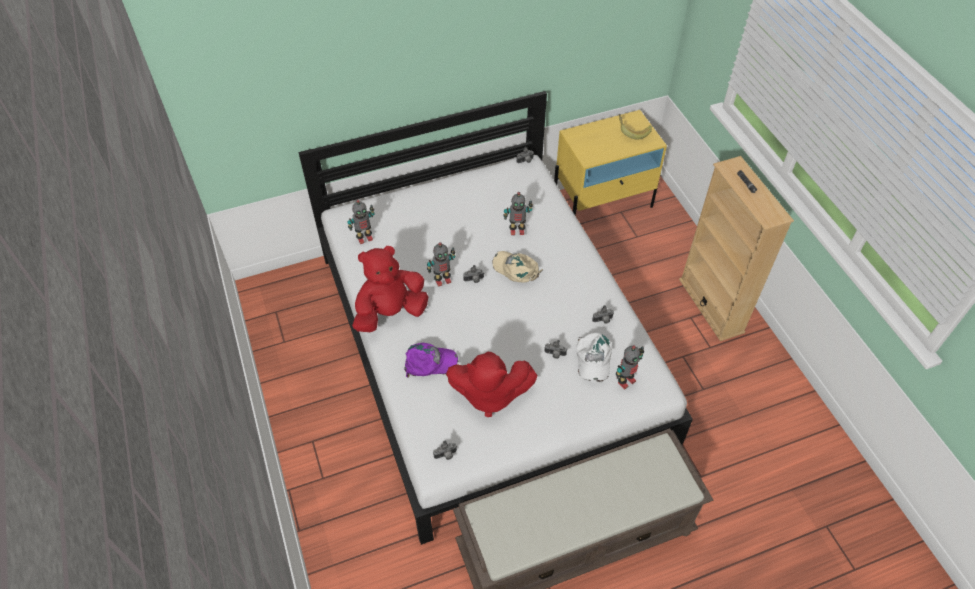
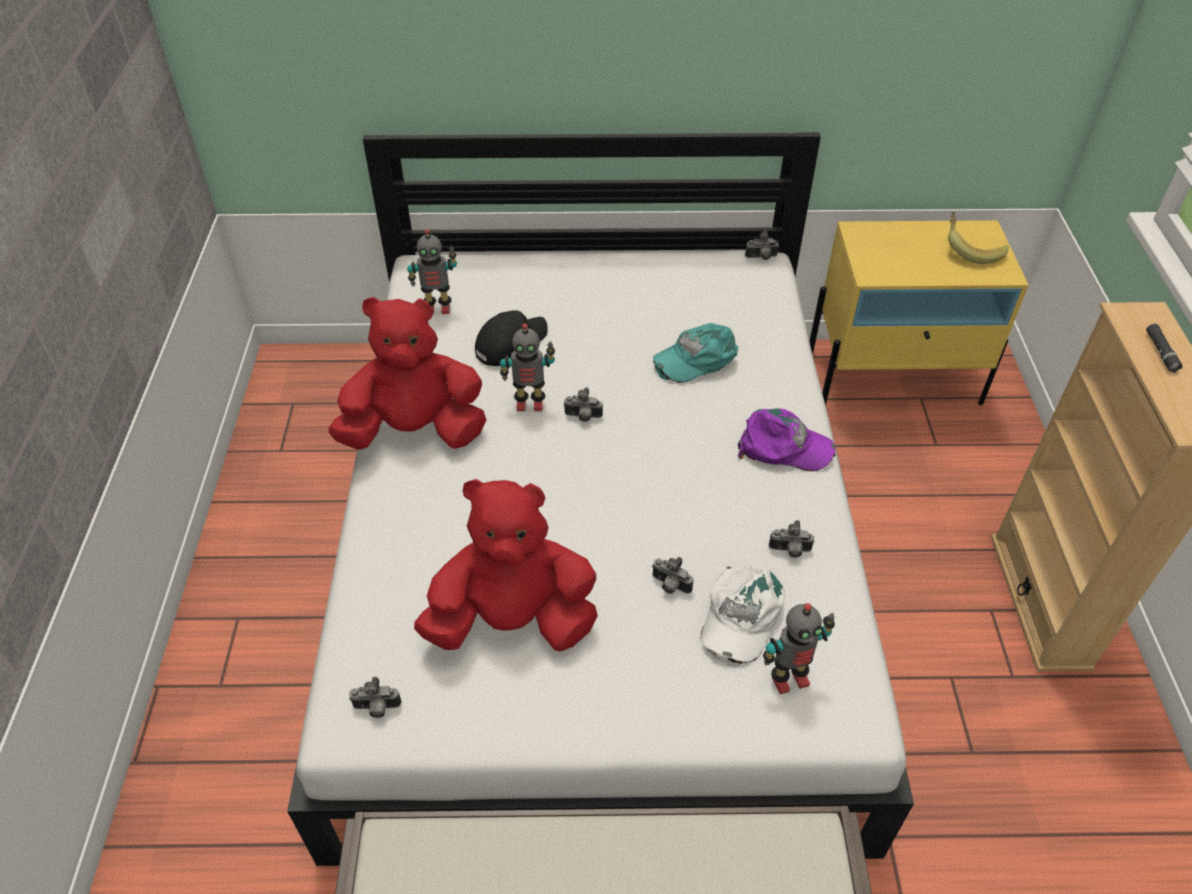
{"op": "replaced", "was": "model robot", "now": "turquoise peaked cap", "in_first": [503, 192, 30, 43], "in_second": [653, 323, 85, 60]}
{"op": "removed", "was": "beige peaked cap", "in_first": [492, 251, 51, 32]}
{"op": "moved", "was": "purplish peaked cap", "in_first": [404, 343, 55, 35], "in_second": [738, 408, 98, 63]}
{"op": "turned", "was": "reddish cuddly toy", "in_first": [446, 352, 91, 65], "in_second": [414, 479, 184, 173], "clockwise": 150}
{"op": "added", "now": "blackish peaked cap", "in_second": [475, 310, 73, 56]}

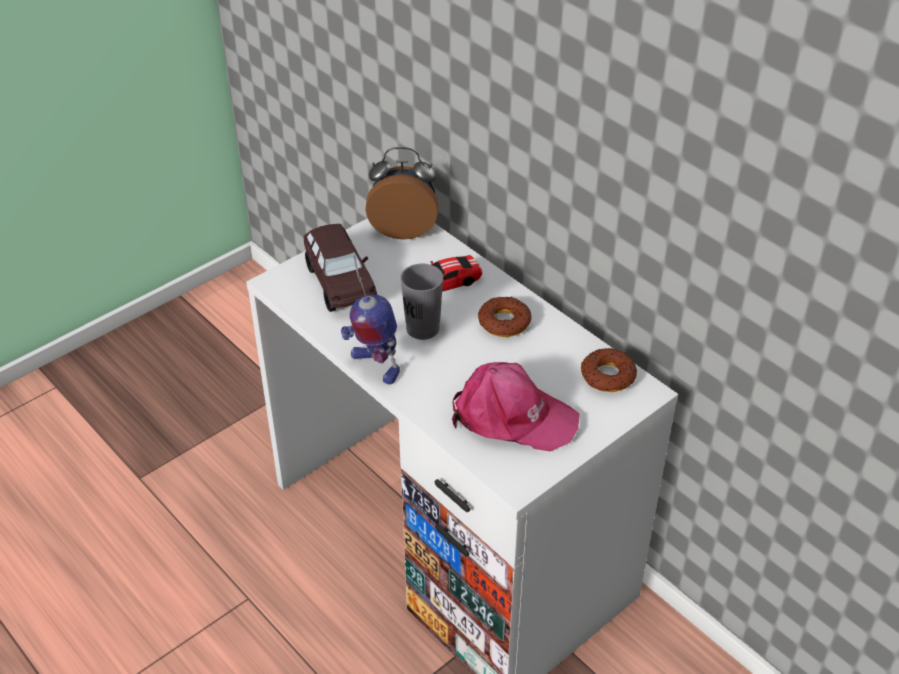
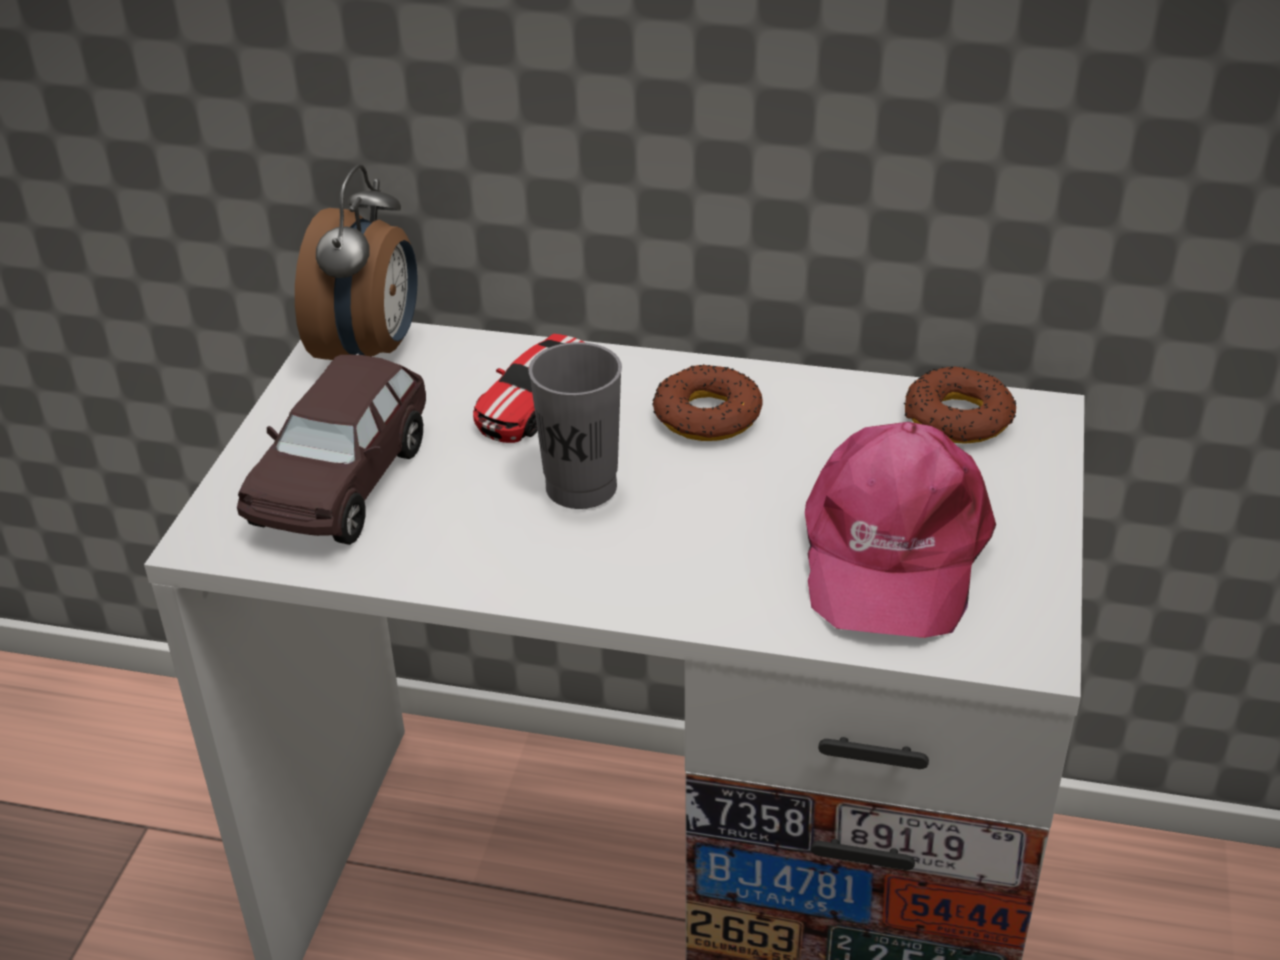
{"op": "turned", "was": "table clock", "in_first": [365, 147, 73, 93], "in_second": [295, 165, 123, 195], "clockwise": 135}
{"op": "turned", "was": "brown model car", "in_first": [304, 224, 73, 88], "in_second": [237, 355, 189, 190], "clockwise": 75}
{"op": "removed", "was": "model robot", "in_first": [341, 255, 59, 129]}
{"op": "turned", "was": "pink-coloured peaked cap", "in_first": [452, 362, 128, 89], "in_second": [805, 422, 191, 216], "clockwise": 120}

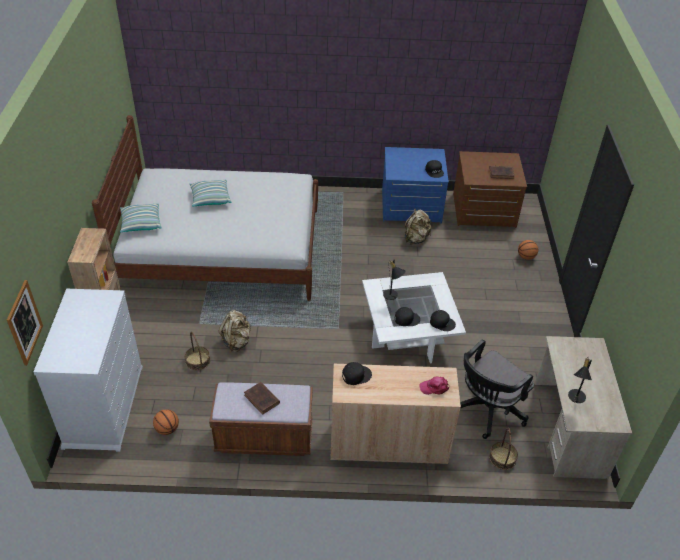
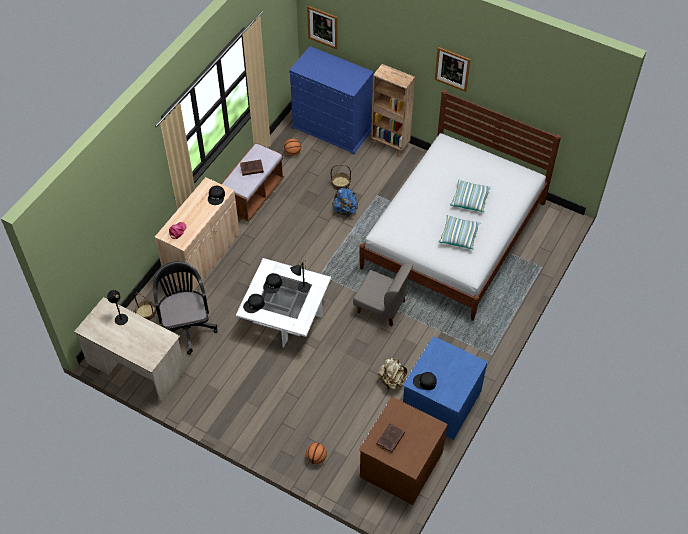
{"op": "moved", "was": "throw pillow", "in_first": [120, 203, 42, 29], "in_second": [438, 215, 42, 34]}
{"op": "recoloured", "was": "white-coloured drawer chest", "now": "bluish drawer chest", "in_first": [34, 289, 109, 163], "in_second": [289, 46, 85, 109]}
{"op": "recoloured", "was": "beige rucksack", "now": "bluish rucksack", "in_first": [219, 310, 32, 42], "in_second": [332, 185, 26, 32]}
{"op": "added", "now": "wall art", "in_second": [435, 47, 36, 45]}
{"op": "added", "now": "gray chair", "in_second": [353, 262, 60, 64]}

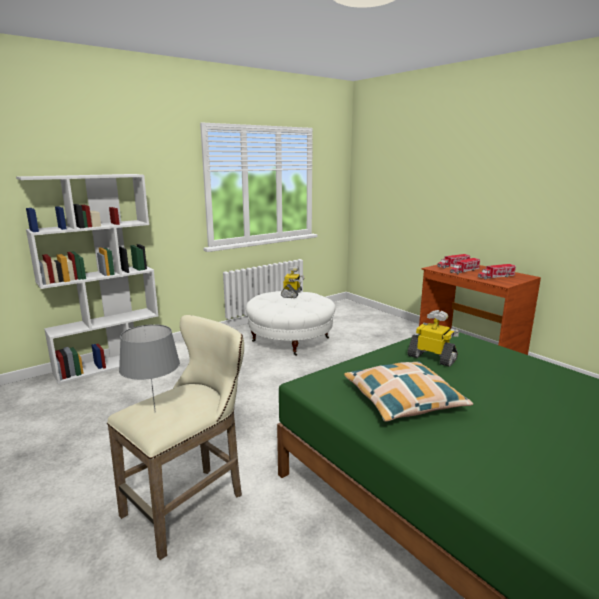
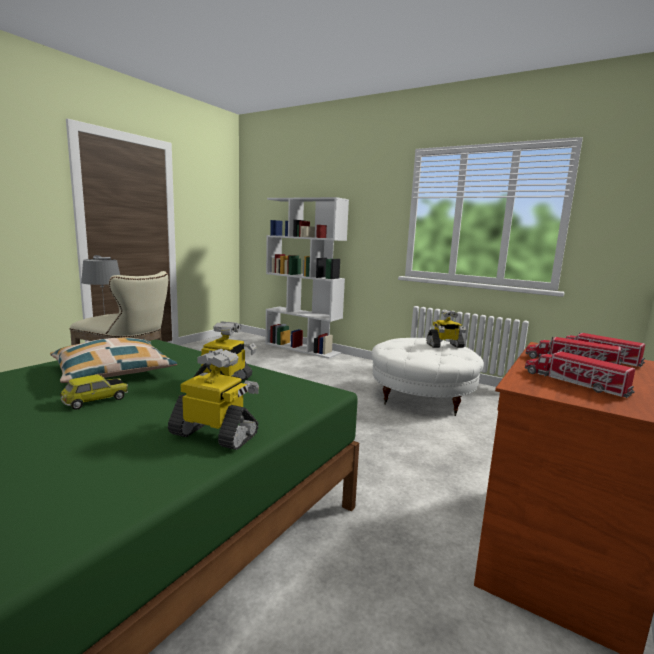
{"op": "added", "now": "model robot", "in_second": [168, 349, 91, 101]}
{"op": "added", "now": "model car", "in_second": [60, 375, 68, 35]}

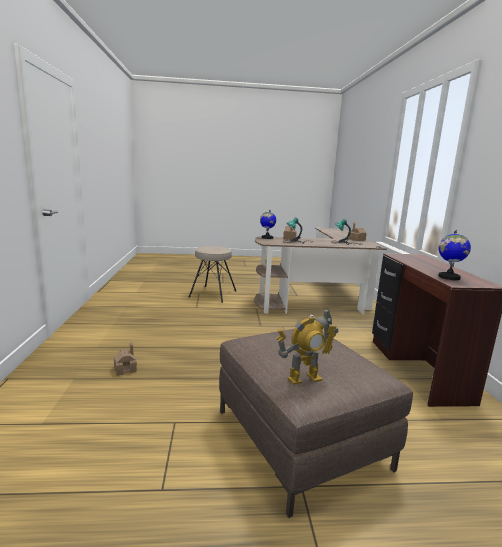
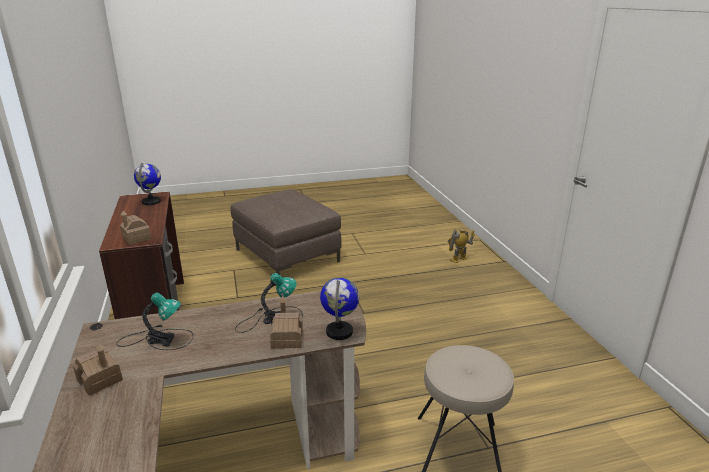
{"op": "moved", "was": "model robot", "in_first": [276, 308, 63, 77], "in_second": [448, 229, 27, 34]}
{"op": "moved", "was": "model house", "in_first": [114, 341, 23, 35], "in_second": [120, 211, 32, 34]}

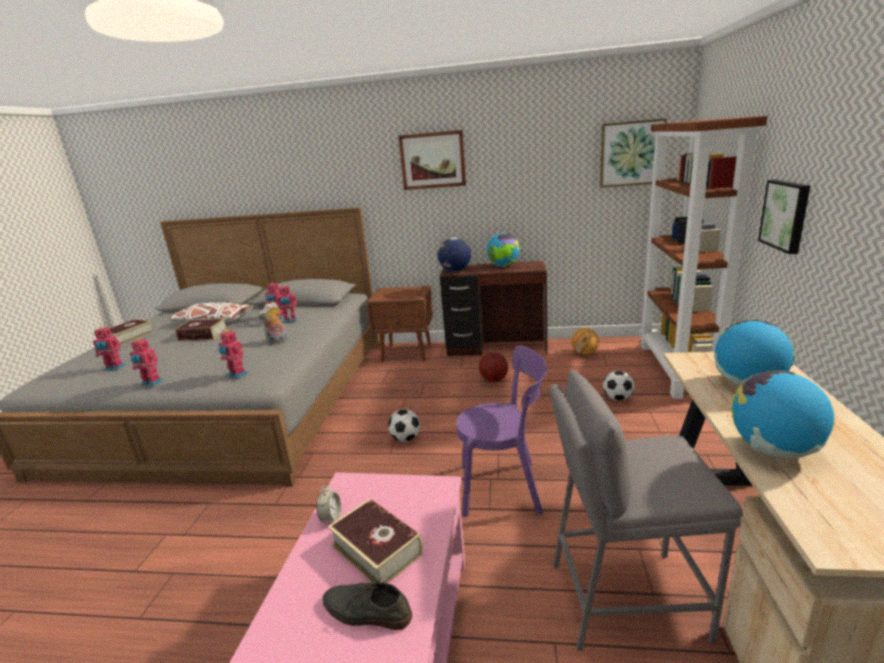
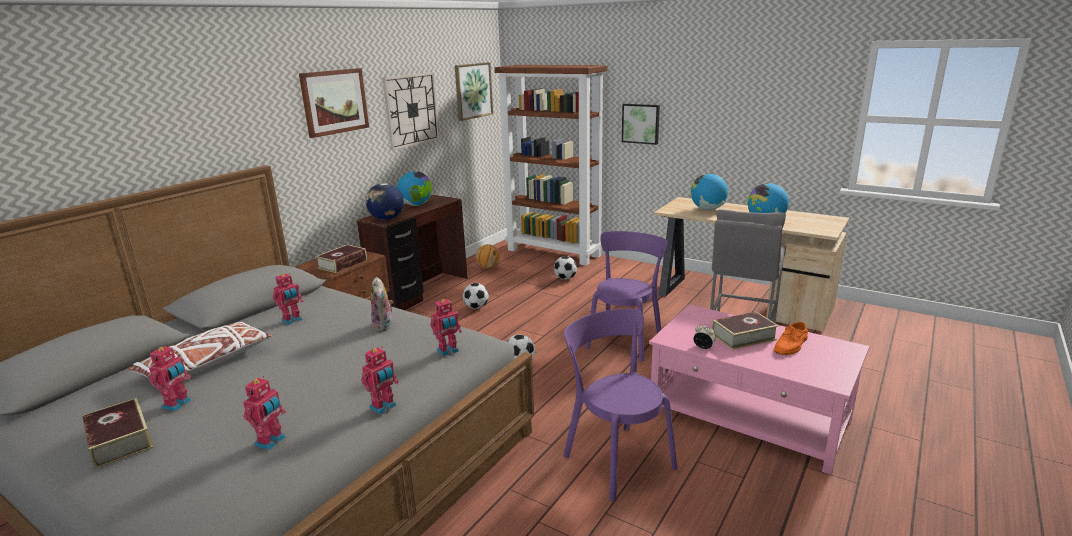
{"op": "moved", "was": "model robot", "in_first": [276, 285, 21, 38], "in_second": [149, 344, 42, 67]}
{"op": "moved", "was": "book", "in_first": [175, 318, 53, 23], "in_second": [315, 245, 52, 28]}
{"op": "replaced", "was": "ball for basketball", "now": "football", "in_first": [479, 352, 29, 30], "in_second": [463, 283, 26, 26]}
{"op": "recoloured", "was": "gray low shoe", "now": "orangey low shoe", "in_first": [322, 578, 90, 52], "in_second": [773, 322, 35, 33]}
{"op": "added", "now": "wall clock", "in_second": [382, 72, 58, 79]}
{"op": "added", "now": "purplish chair", "in_second": [563, 309, 114, 193]}

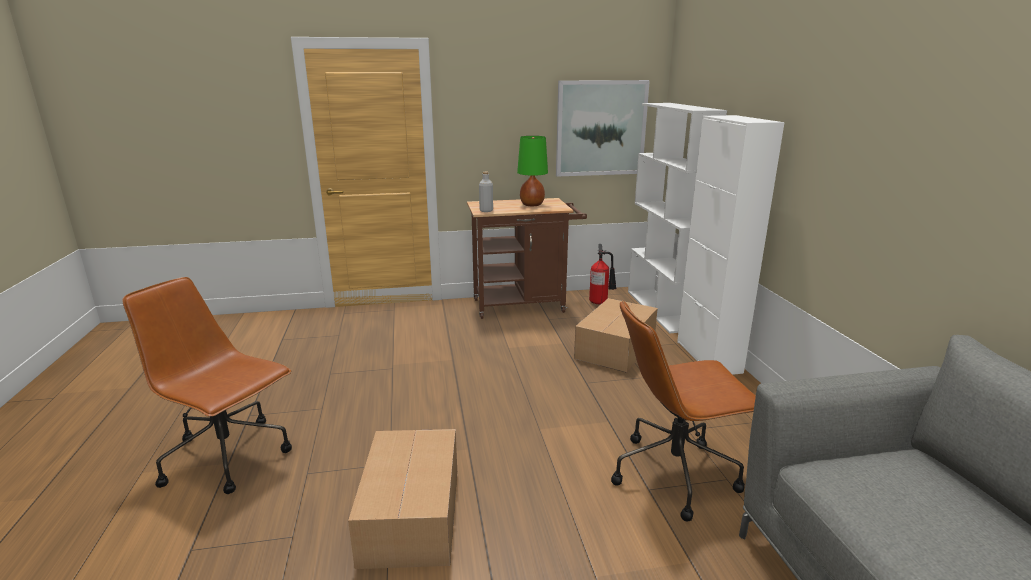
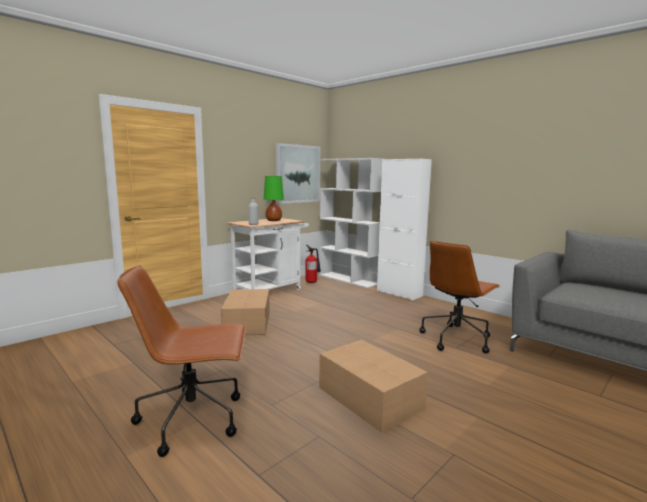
{"op": "recoloured", "was": "brown wheeled cart", "now": "white-coloured wheeled cart", "in_first": [467, 198, 120, 121], "in_second": [227, 218, 82, 72]}
{"op": "moved", "was": "packing box", "in_first": [574, 298, 84, 75], "in_second": [221, 289, 49, 46]}

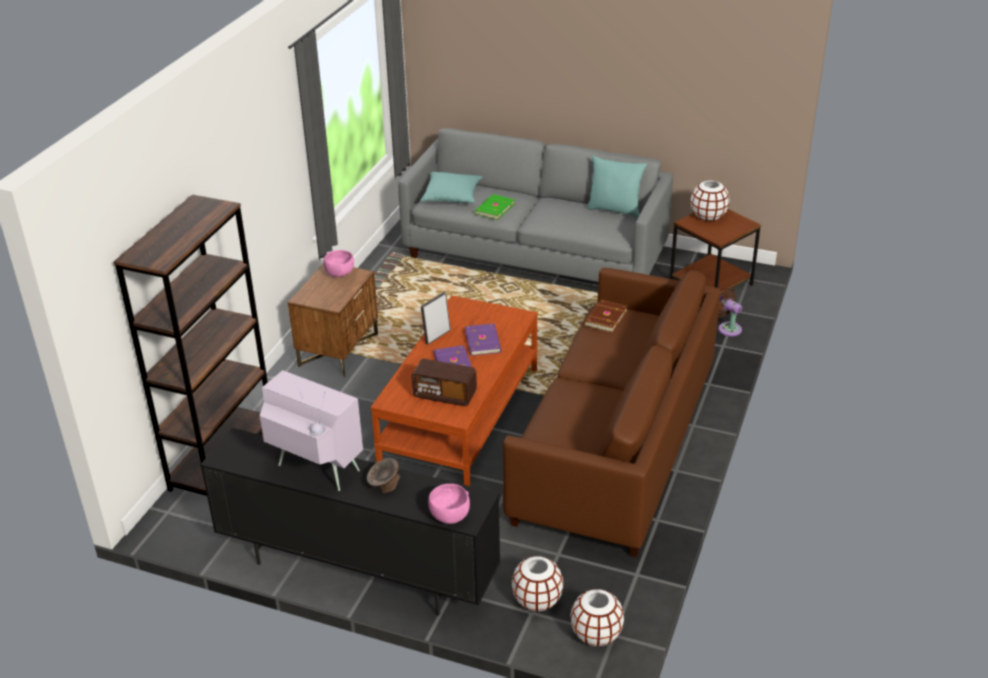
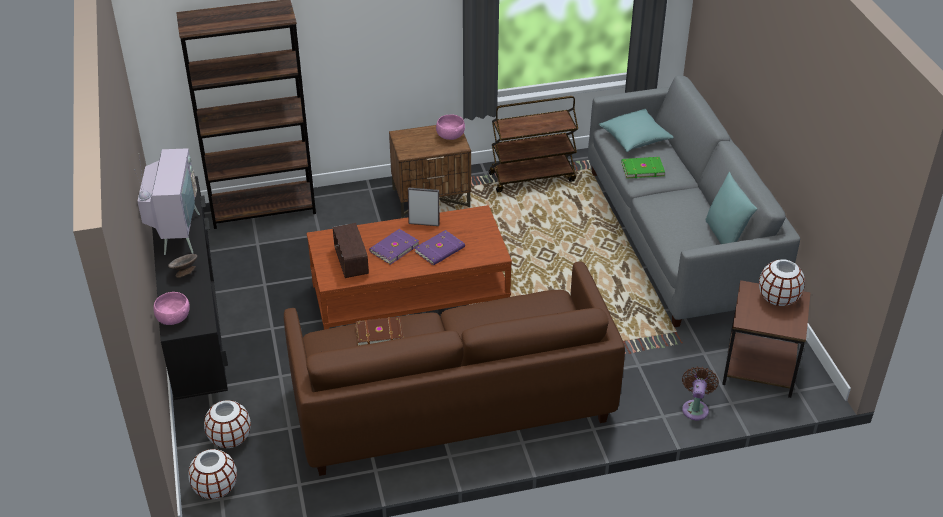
{"op": "moved", "was": "brown book", "in_first": [584, 299, 44, 34], "in_second": [355, 317, 48, 29]}
{"op": "added", "now": "brown wheeled cart", "in_second": [488, 96, 90, 96]}

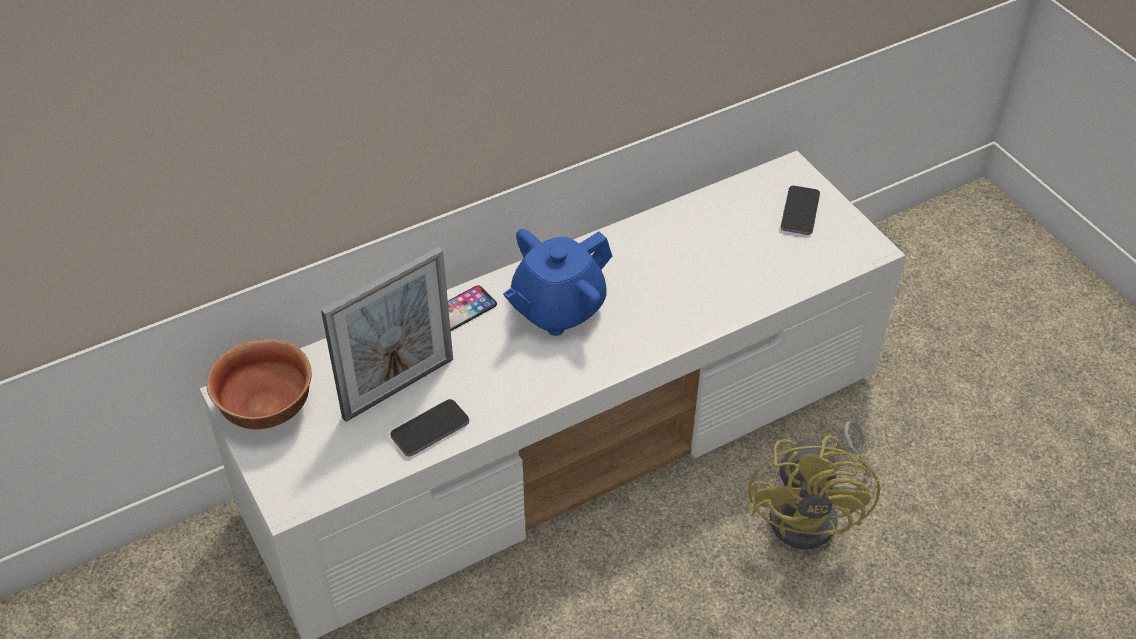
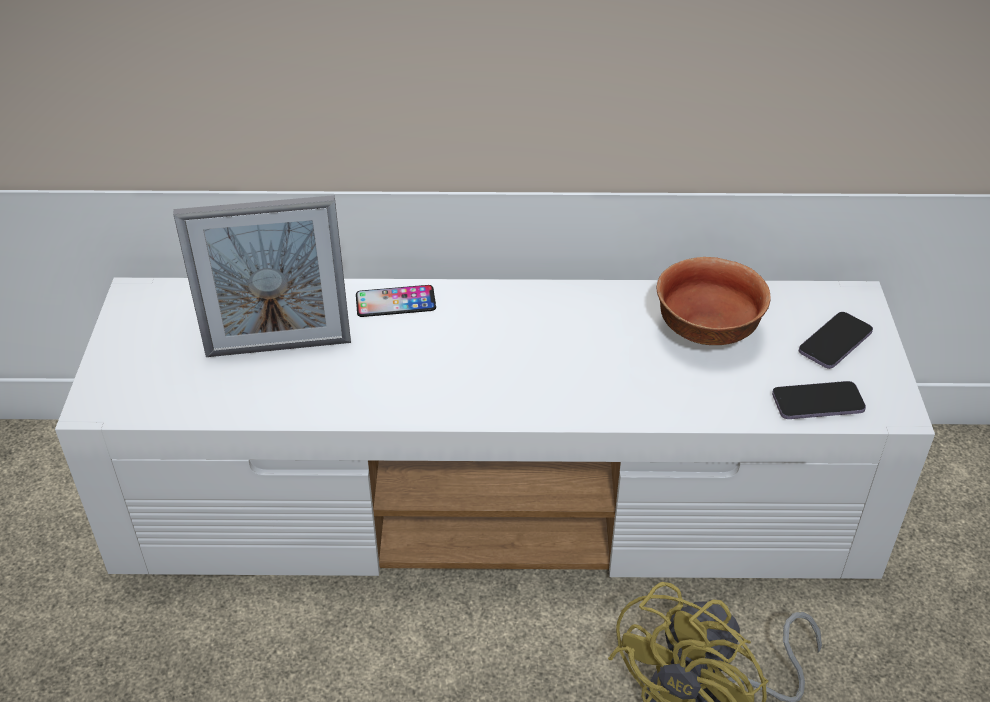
{"op": "removed", "was": "bluish tea pot", "in_first": [503, 229, 109, 107]}
{"op": "moved", "was": "serving bowl", "in_first": [206, 339, 106, 90], "in_second": [657, 257, 114, 88]}
{"op": "moved", "was": "handset", "in_first": [390, 399, 79, 57], "in_second": [772, 381, 94, 38]}

